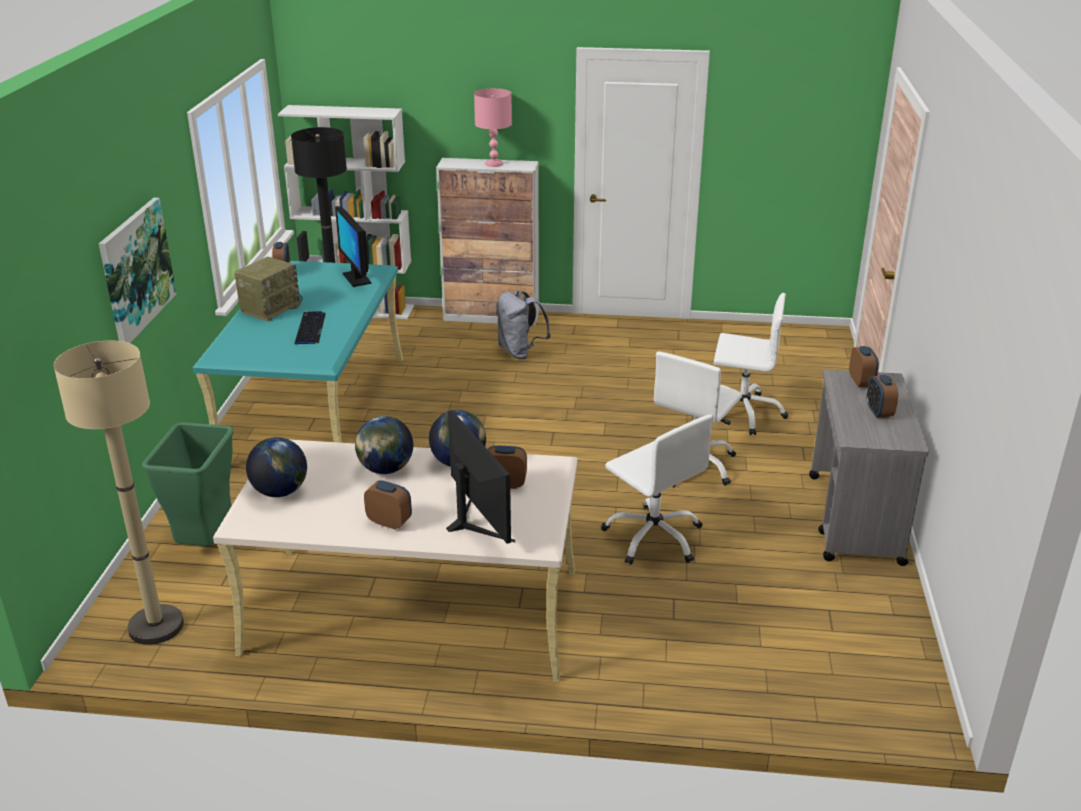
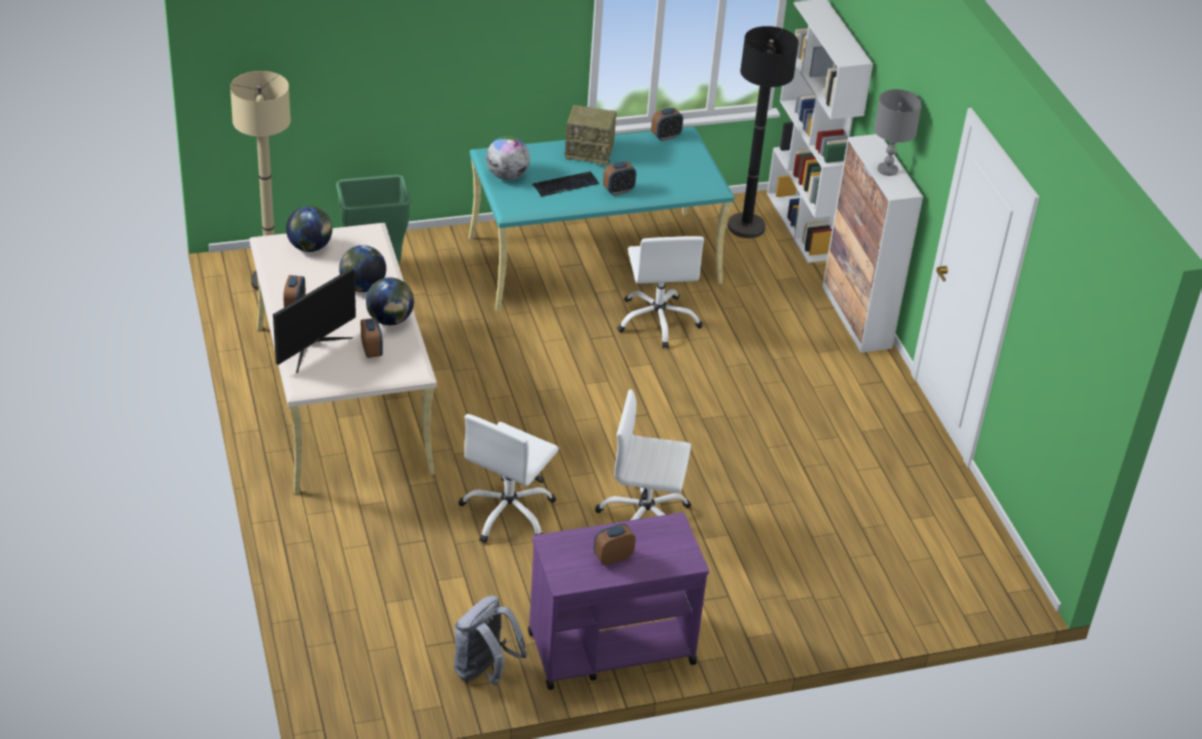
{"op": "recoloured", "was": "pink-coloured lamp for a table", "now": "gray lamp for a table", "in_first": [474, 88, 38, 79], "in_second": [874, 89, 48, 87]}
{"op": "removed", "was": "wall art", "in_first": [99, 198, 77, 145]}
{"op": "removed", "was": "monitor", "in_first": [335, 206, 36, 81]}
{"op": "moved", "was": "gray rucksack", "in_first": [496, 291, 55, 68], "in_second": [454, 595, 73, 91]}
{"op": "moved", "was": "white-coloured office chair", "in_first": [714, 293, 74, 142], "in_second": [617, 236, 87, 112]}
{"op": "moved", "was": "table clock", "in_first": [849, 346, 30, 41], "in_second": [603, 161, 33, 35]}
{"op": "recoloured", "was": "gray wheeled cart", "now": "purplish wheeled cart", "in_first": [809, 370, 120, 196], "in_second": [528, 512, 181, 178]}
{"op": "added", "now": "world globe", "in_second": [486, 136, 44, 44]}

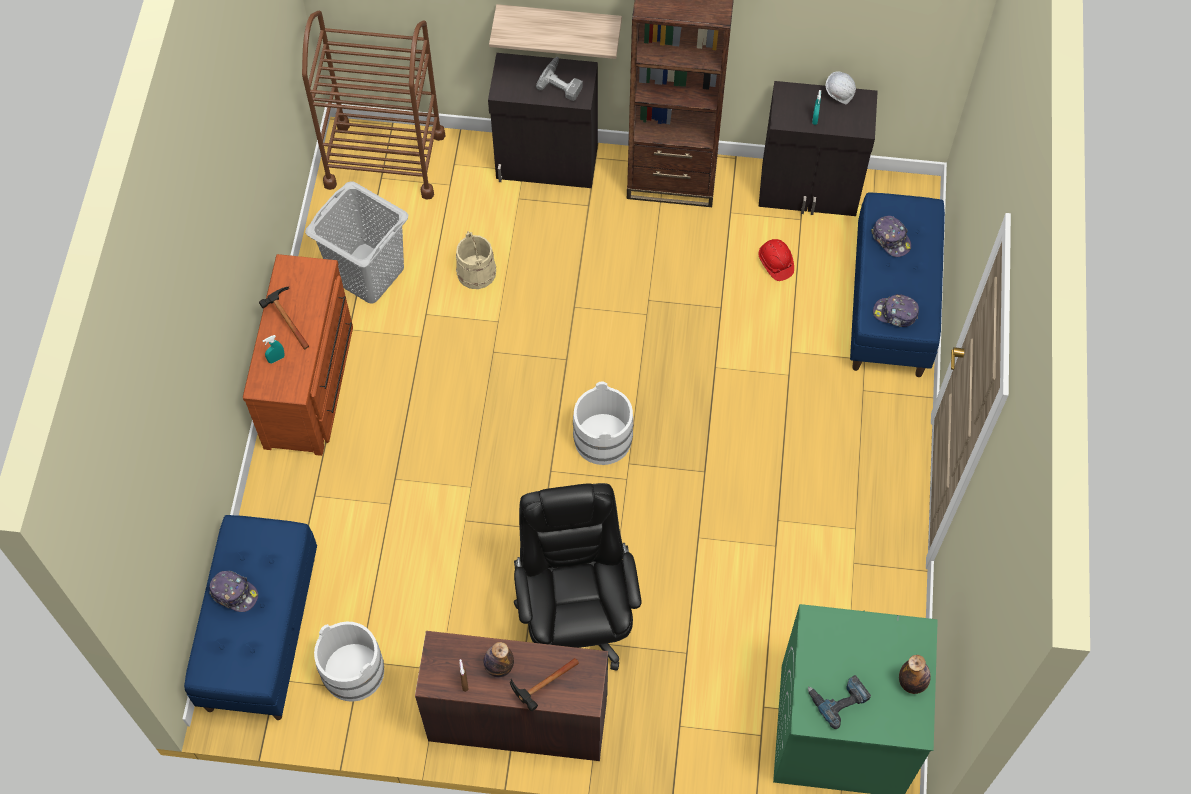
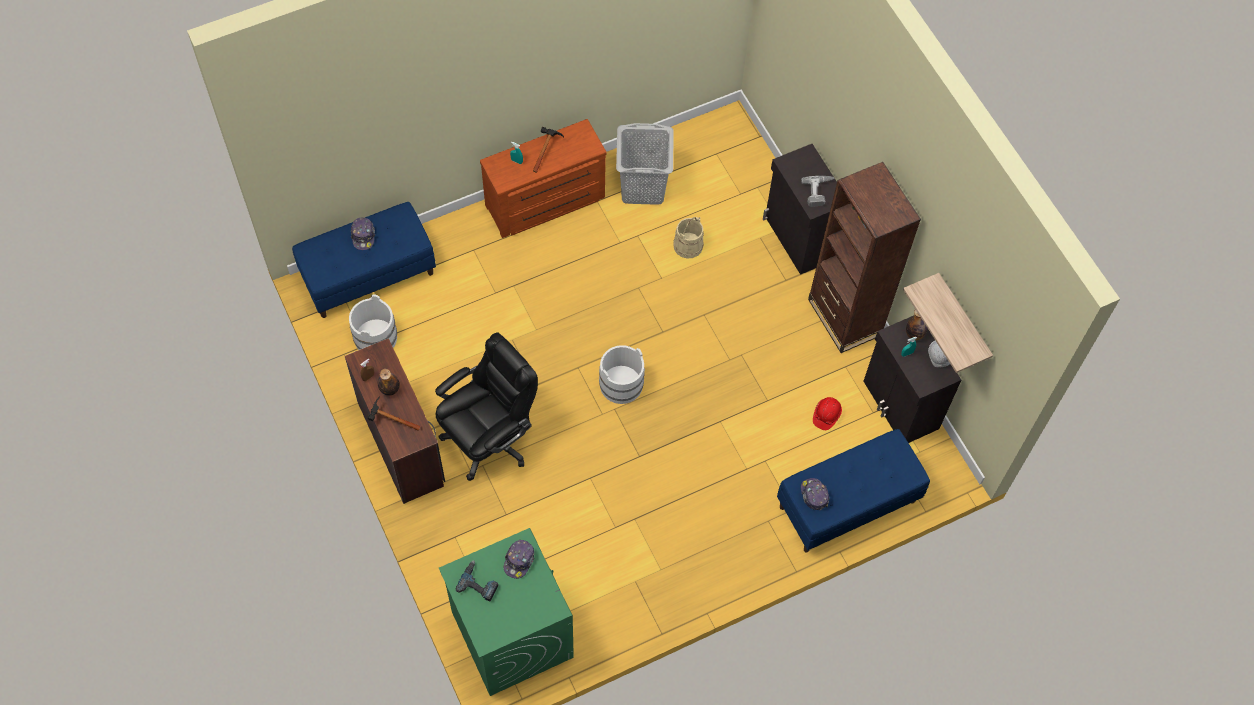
{"op": "moved", "was": "wall shelf", "in_first": [489, 4, 133, 55], "in_second": [903, 273, 90, 100]}
{"op": "removed", "was": "brown wheeled cart", "in_first": [302, 10, 143, 190]}
{"op": "moved", "was": "peaked cap", "in_first": [871, 216, 40, 41], "in_second": [504, 540, 31, 39]}
{"op": "moved", "was": "beverage bottle", "in_first": [899, 655, 32, 39], "in_second": [906, 310, 21, 30]}

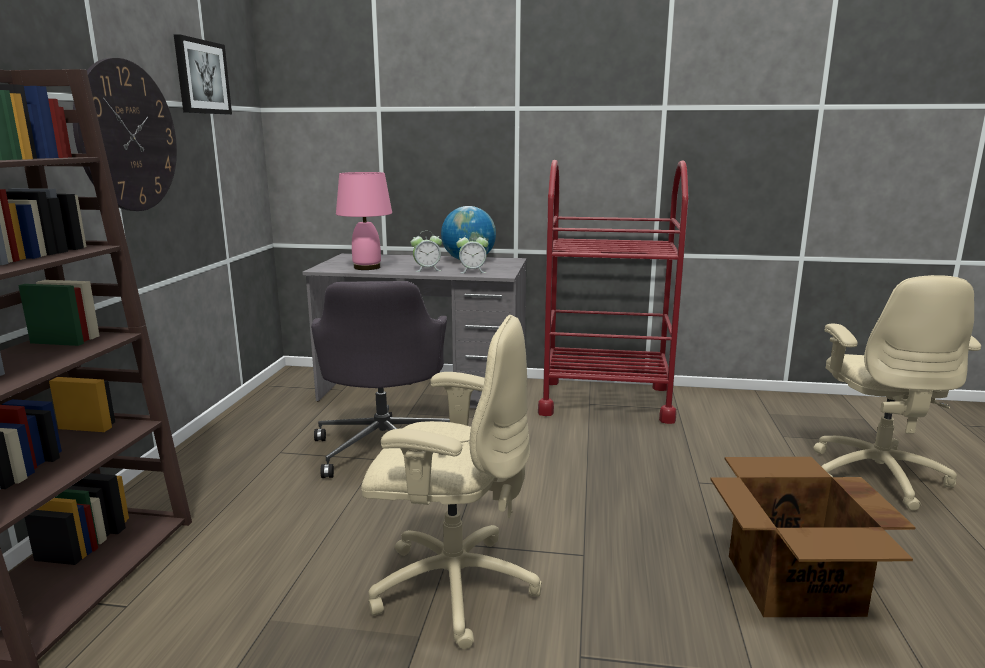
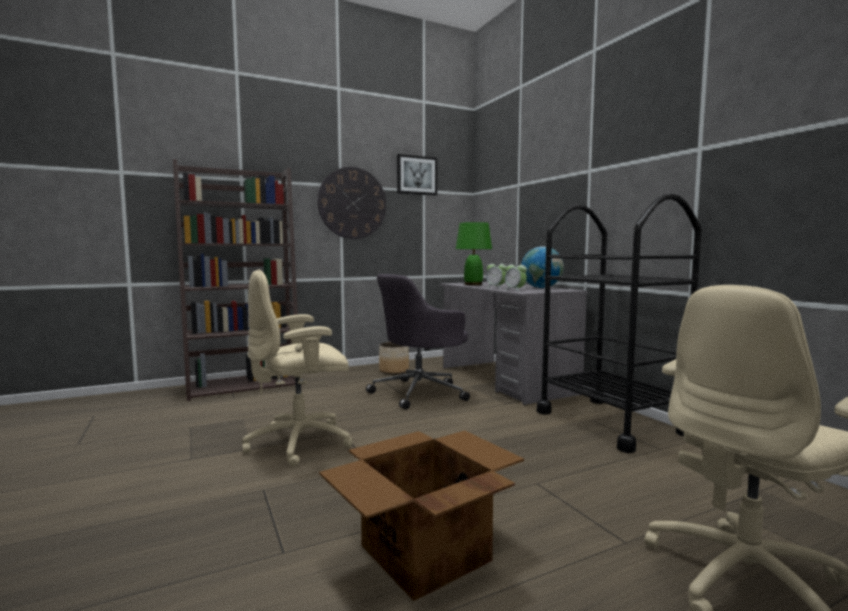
{"op": "recoloured", "was": "reddish wheeled cart", "now": "blackish wheeled cart", "in_first": [538, 160, 151, 264], "in_second": [537, 194, 165, 259]}
{"op": "recoloured", "was": "pink-coloured lamp for a table", "now": "green lamp for a table", "in_first": [336, 172, 56, 98], "in_second": [456, 222, 36, 64]}
{"op": "turned", "was": "beige office chair", "in_first": [361, 315, 181, 334], "in_second": [242, 269, 111, 198], "clockwise": 90}
{"op": "added", "now": "flower pot", "in_second": [379, 342, 30, 32]}

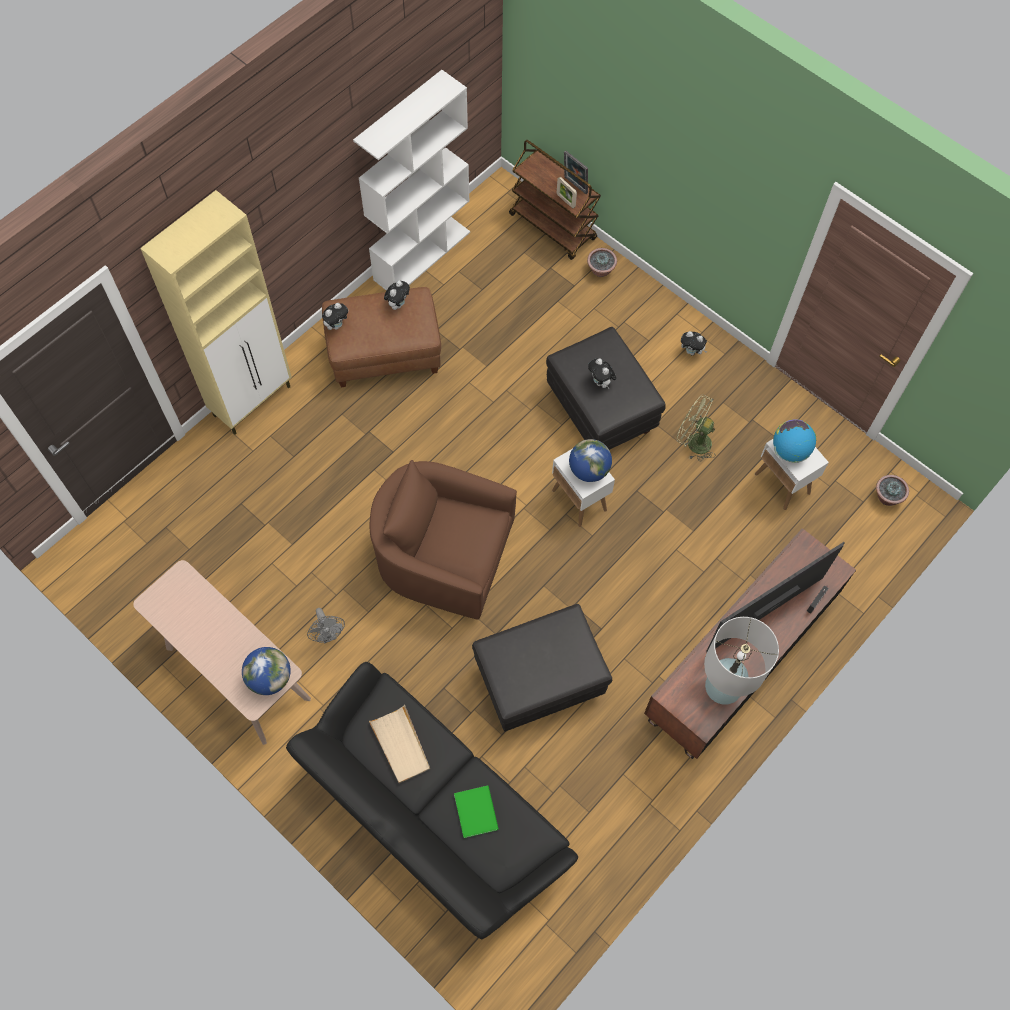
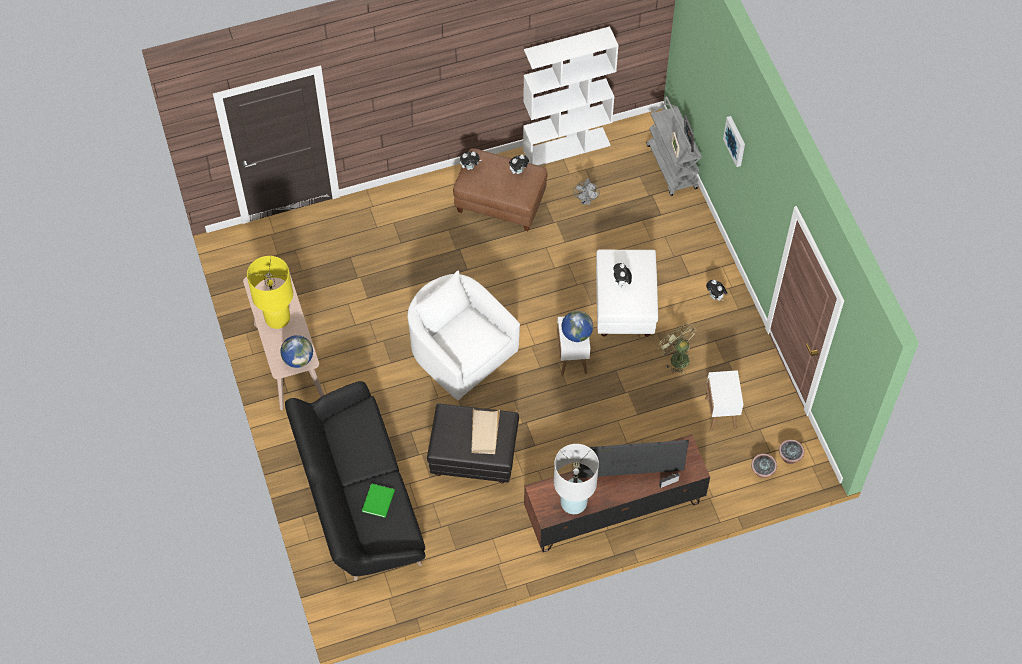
{"op": "recoloured", "was": "brown wheeled cart", "now": "gray wheeled cart", "in_first": [509, 140, 92, 120], "in_second": [647, 96, 55, 100]}
{"op": "removed", "was": "beige storage cabinet", "in_first": [140, 190, 152, 245]}
{"op": "moved", "was": "potted plant", "in_first": [587, 248, 30, 29], "in_second": [751, 454, 26, 24]}
{"op": "recoloured", "was": "blackish footrest", "now": "white-coloured footrest", "in_first": [546, 327, 120, 123], "in_second": [596, 249, 62, 88]}
{"op": "removed", "was": "world globe", "in_first": [773, 419, 43, 44]}
{"op": "recoloured", "was": "brown lounge chair", "now": "white-coloured lounge chair", "in_first": [370, 460, 147, 160], "in_second": [407, 271, 113, 129]}
{"op": "moved", "was": "gray electric fan", "in_first": [307, 608, 38, 36], "in_second": [573, 178, 27, 27]}
{"op": "moved", "was": "beige carrying tray", "in_first": [369, 705, 61, 78], "in_second": [472, 408, 28, 46]}
{"op": "added", "now": "wall art", "in_second": [723, 116, 22, 51]}
{"op": "added", "now": "yellowish lamp for a table", "in_second": [247, 256, 46, 73]}

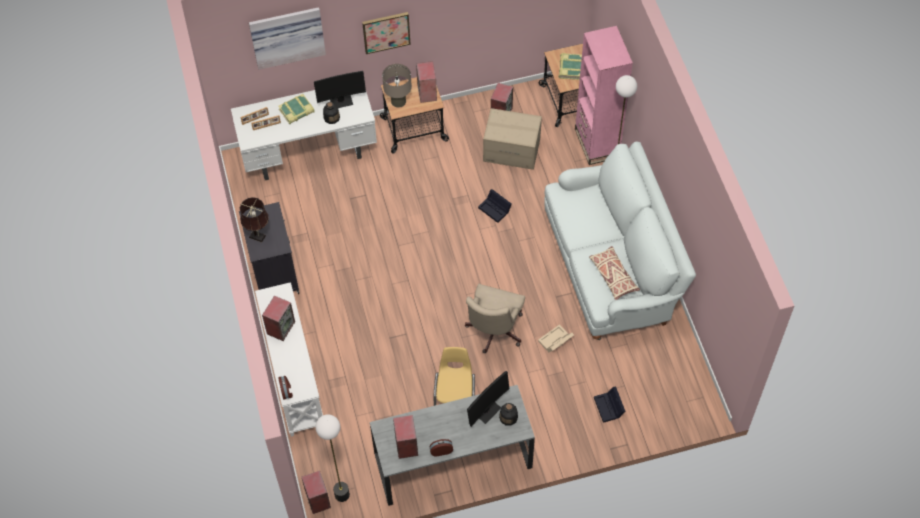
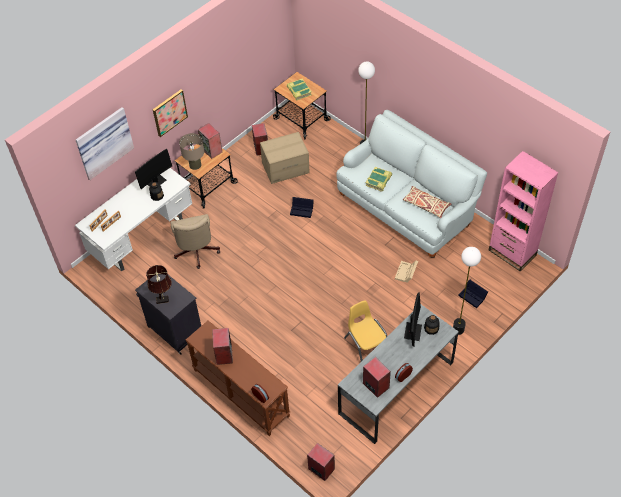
{"op": "moved", "was": "pink-coloured bookcase", "in_first": [575, 26, 58, 139], "in_second": [489, 151, 69, 121]}
{"op": "moved", "was": "book", "in_first": [278, 94, 37, 30], "in_second": [365, 167, 27, 24]}
{"op": "recoloured", "was": "white-coloured hall table", "now": "brown hall table", "in_first": [255, 282, 68, 155], "in_second": [186, 320, 105, 116]}
{"op": "moved", "was": "beige office chair", "in_first": [465, 284, 60, 69], "in_second": [171, 214, 49, 55]}
{"op": "moved", "was": "floor lamp", "in_first": [315, 414, 35, 88], "in_second": [453, 247, 28, 88]}

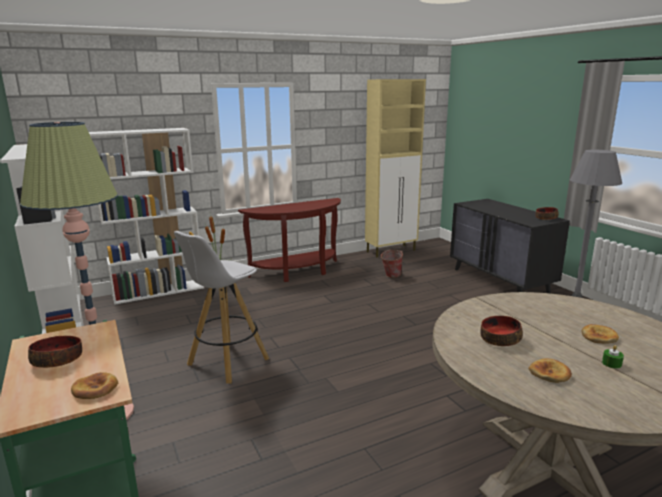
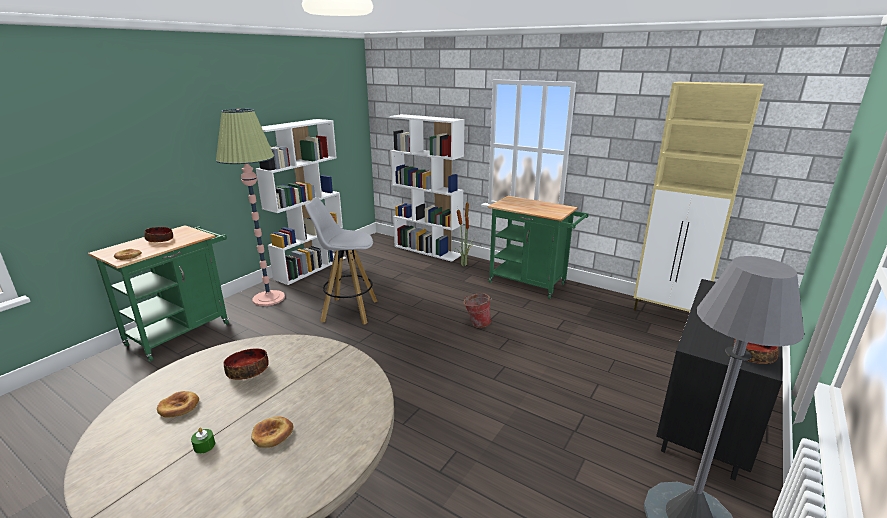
{"op": "replaced", "was": "brown hall table", "now": "green wheeled cart", "in_first": [238, 198, 103, 84], "in_second": [488, 196, 101, 103]}
{"op": "moved", "was": "water bucket", "in_first": [380, 249, 23, 29], "in_second": [463, 293, 29, 35]}

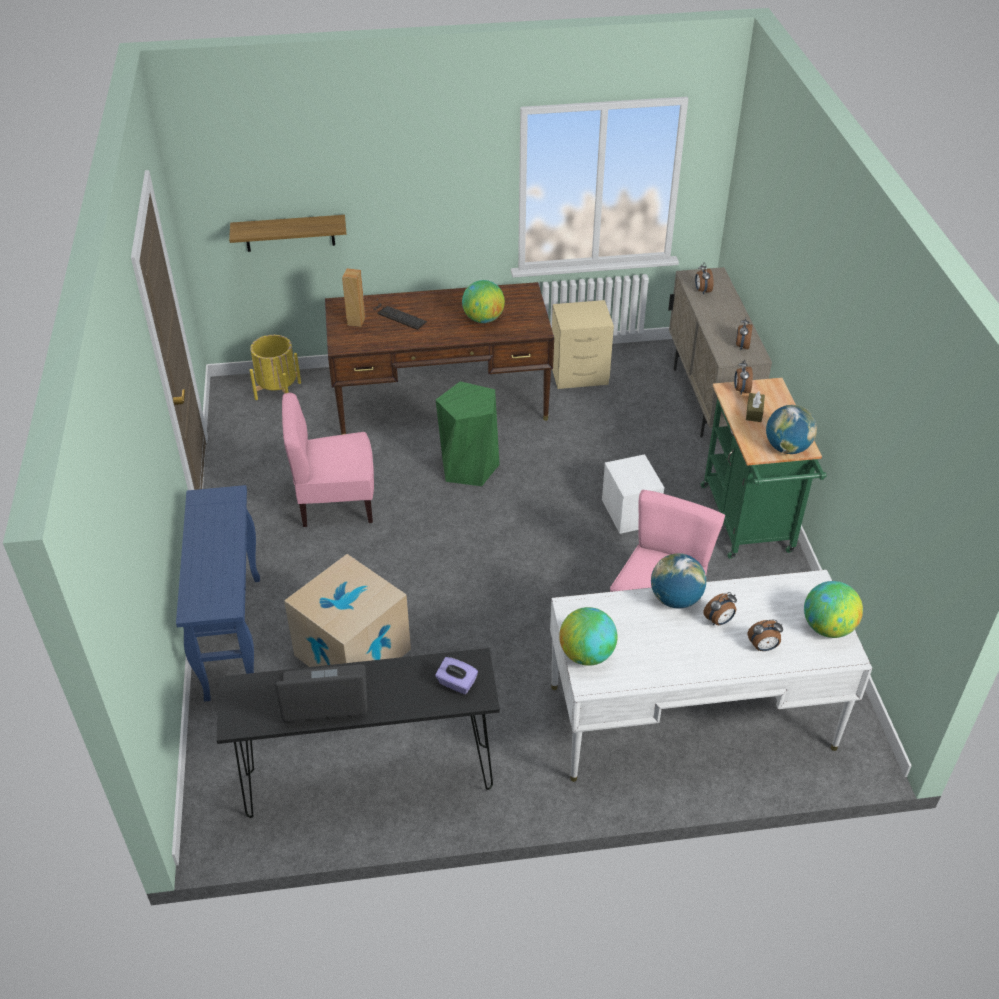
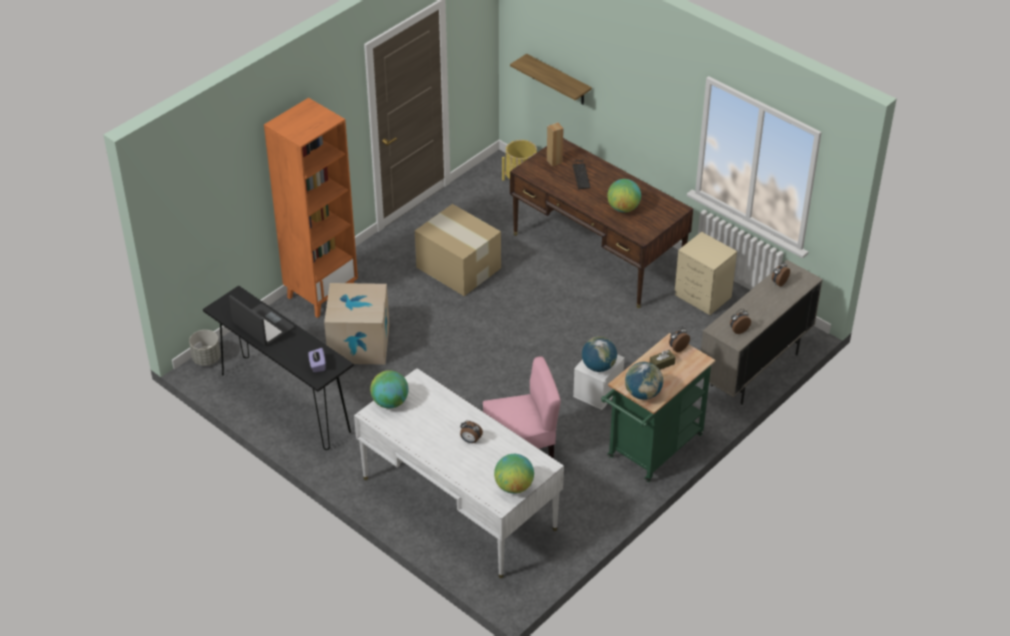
{"op": "removed", "was": "green sitting stool", "in_first": [436, 381, 64, 105]}
{"op": "replaced", "was": "pink-coloured chair", "now": "packing box", "in_first": [282, 393, 92, 134], "in_second": [415, 204, 86, 92]}
{"op": "replaced", "was": "bluish hall table", "now": "orangey bookcase", "in_first": [176, 485, 84, 216], "in_second": [264, 98, 94, 220]}
{"op": "moved", "was": "world globe", "in_first": [651, 553, 56, 56], "in_second": [582, 336, 35, 36]}
{"op": "removed", "was": "table clock", "in_first": [748, 620, 35, 31]}
{"op": "added", "now": "gray flower pot", "in_second": [189, 330, 32, 36]}

